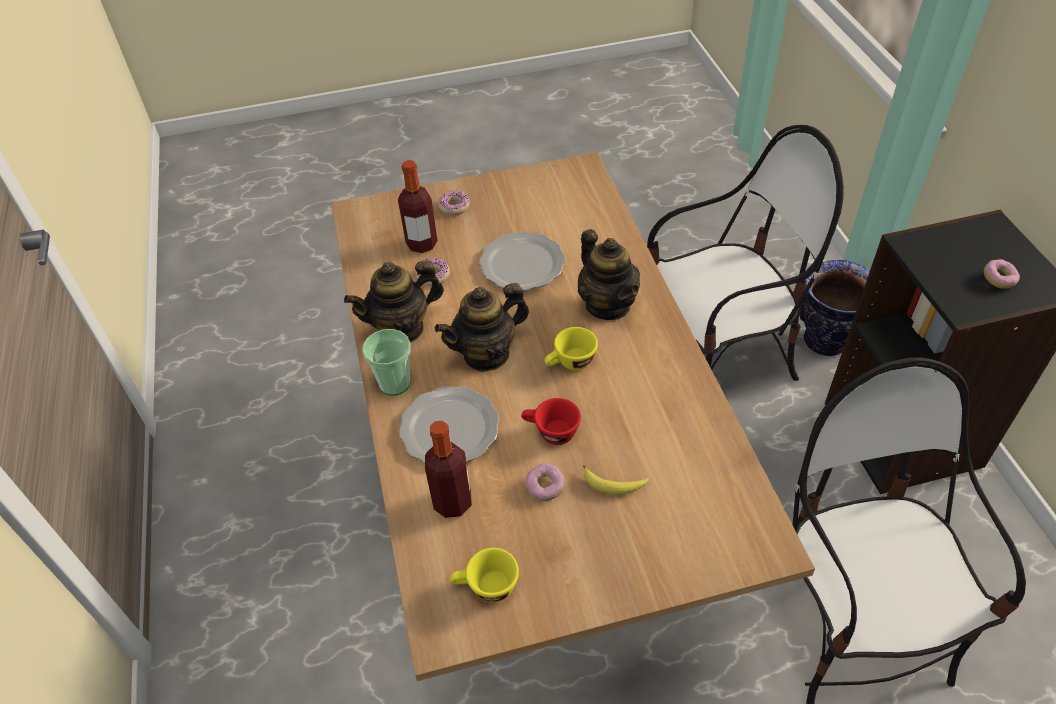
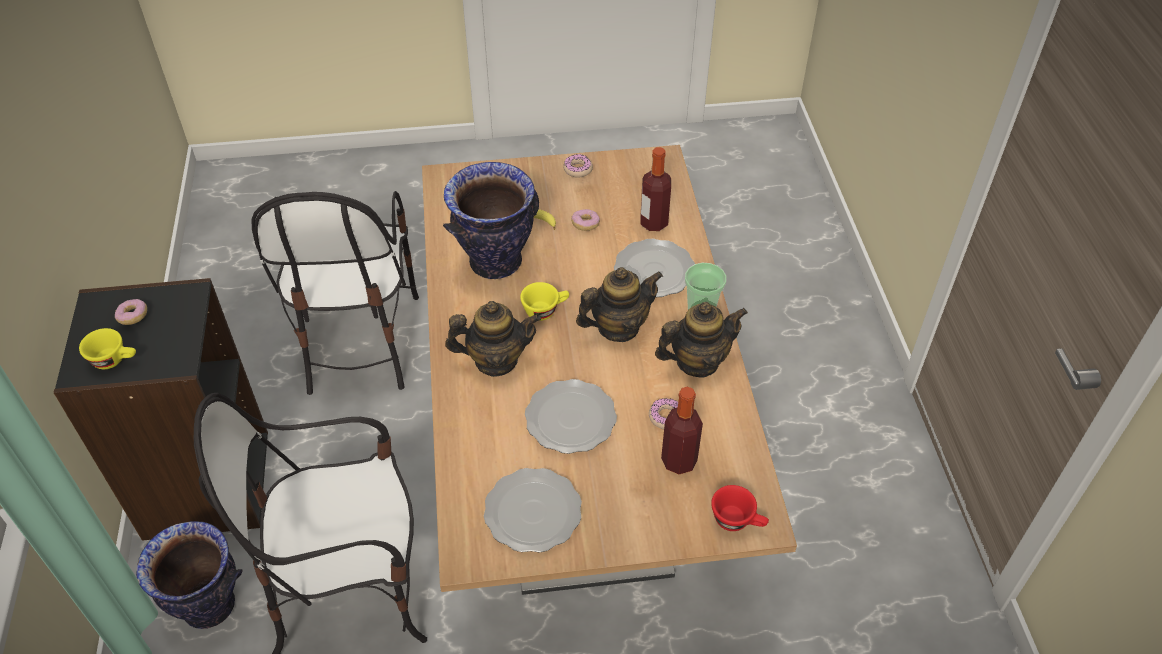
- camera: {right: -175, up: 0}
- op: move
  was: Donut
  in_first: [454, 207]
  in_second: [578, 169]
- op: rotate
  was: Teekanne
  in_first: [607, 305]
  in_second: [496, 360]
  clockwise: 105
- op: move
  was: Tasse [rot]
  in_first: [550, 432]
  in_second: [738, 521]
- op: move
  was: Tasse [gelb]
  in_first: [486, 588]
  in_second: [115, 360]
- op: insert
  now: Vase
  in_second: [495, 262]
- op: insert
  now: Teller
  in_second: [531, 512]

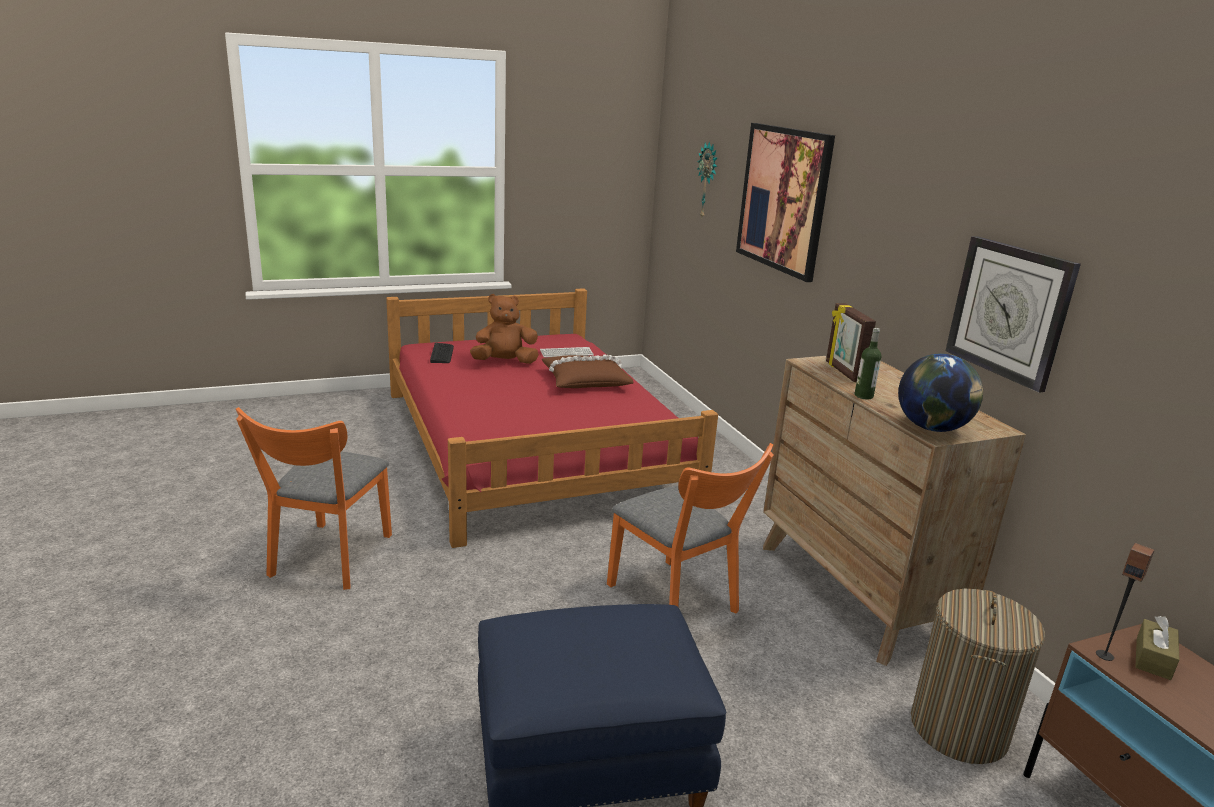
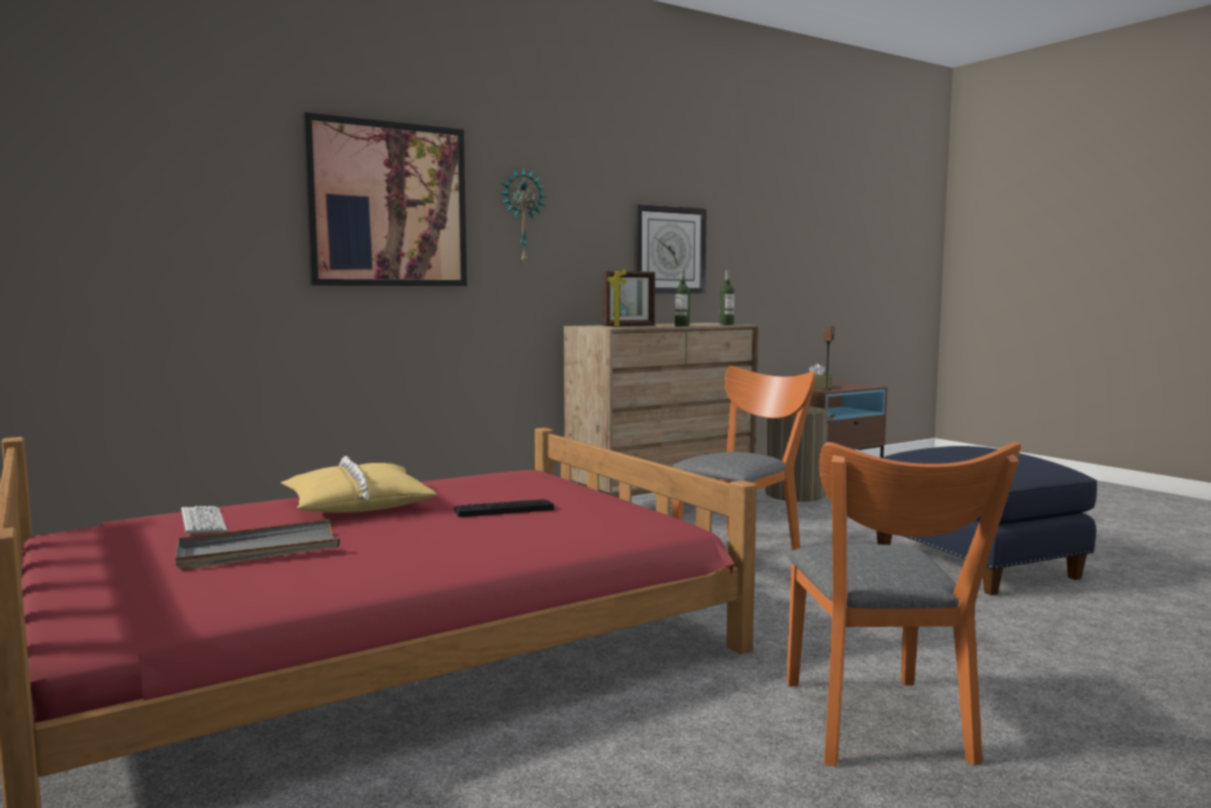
- camera: {right: -100, up: -15}
- op: move
  was: Wanduhr
  in_first: [708, 181]
  in_second: [522, 216]
- op: replace
  was: Plüschtier [braun]
  now: Tablett [grau]
  in_first: [504, 362]
  in_second: [258, 550]
- op: move
  was: Tastatur
  in_first: [442, 354]
  in_second: [503, 509]
- op: recolor
  was: Kissen [braun]
  now: Kissen [gelb]
  in_first: [585, 380]
  in_second: [357, 505]
- op: replace
  was: Globus
  now: Flasche
  in_first: [932, 428]
  in_second: [726, 324]
- op: rotate
  was: Stuhl [orange]
  in_first: [327, 560]
  in_second: [879, 728]
  clockwise: 90

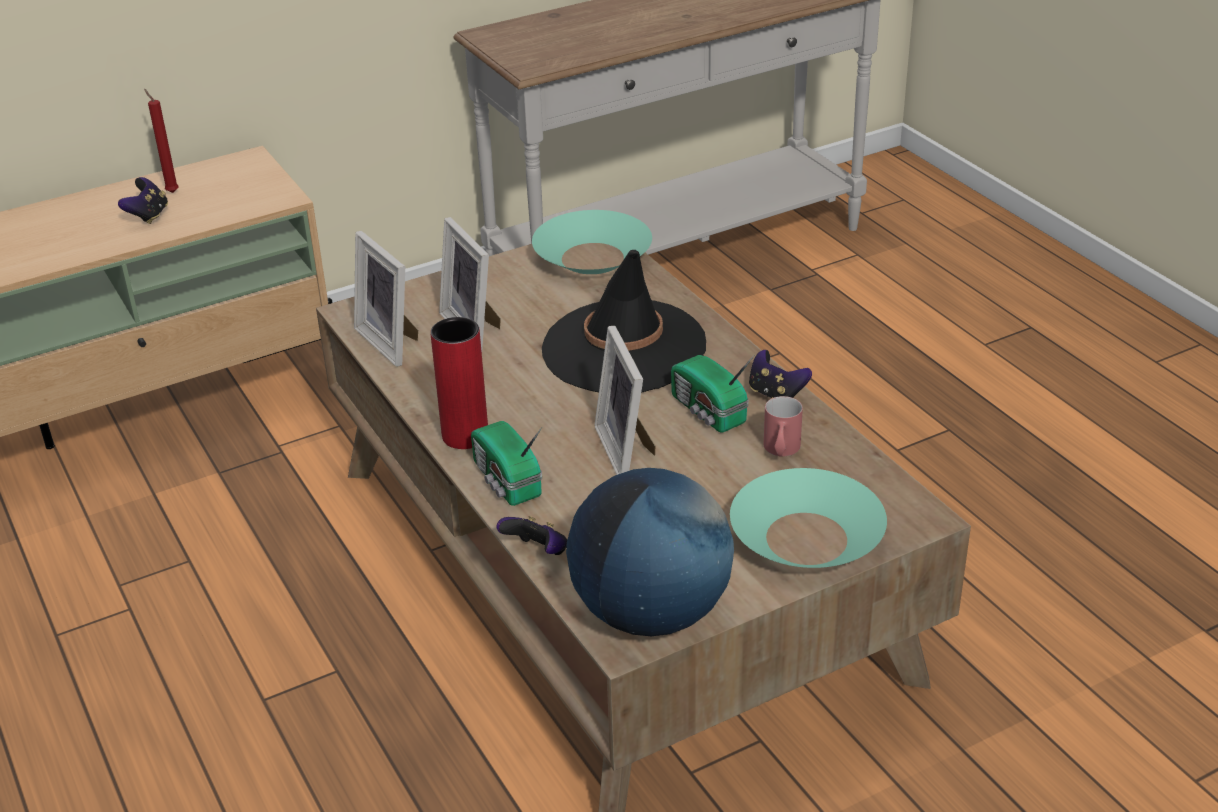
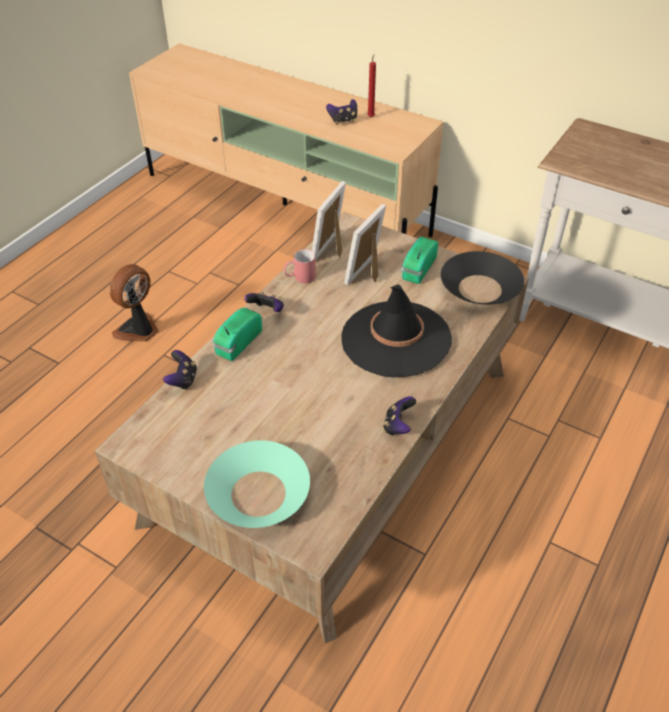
- camera: {right: 60, up: 10}
- op: recolor
  was: Schüssel [türkis]
  now: Schüssel [schwarz]
  in_first: [592, 258]
  in_second: [479, 288]
- op: replace
  was: Vase [rot]
  now: Gamepad
  in_first: [465, 436]
  in_second: [267, 311]
- op: delete
  was: Bilderrahmen
  in_first: [628, 450]
- op: move
  was: Radio
  in_first: [708, 411]
  in_second: [417, 269]
- op: move
  was: Henkelbecher [rot]
  in_first: [781, 451]
  in_second: [299, 278]
- op: delete
  was: Globus
  in_first: [651, 613]
- op: insert
  now: Ventilator
  in_second: [139, 330]

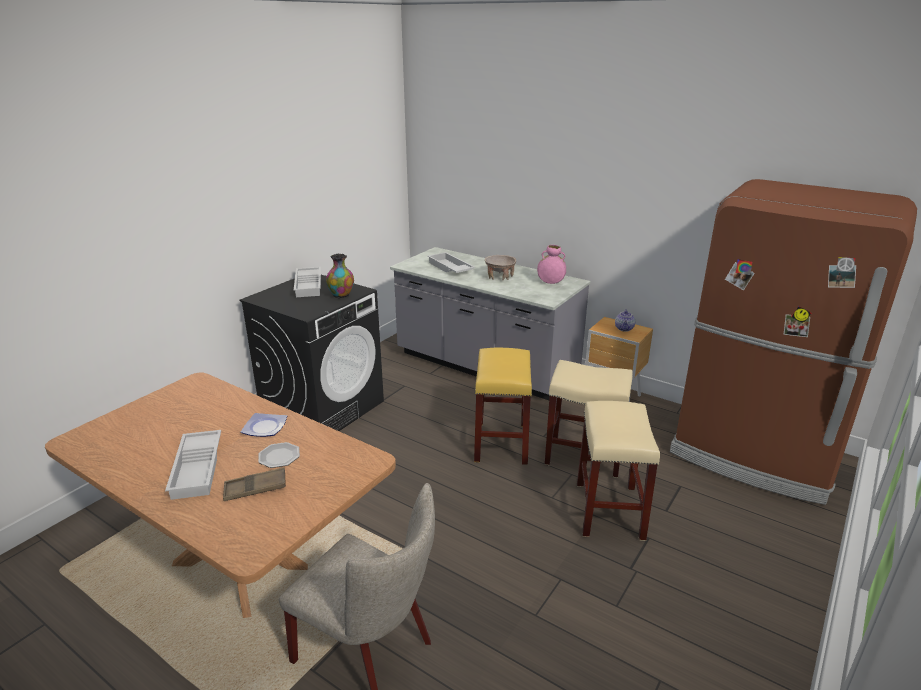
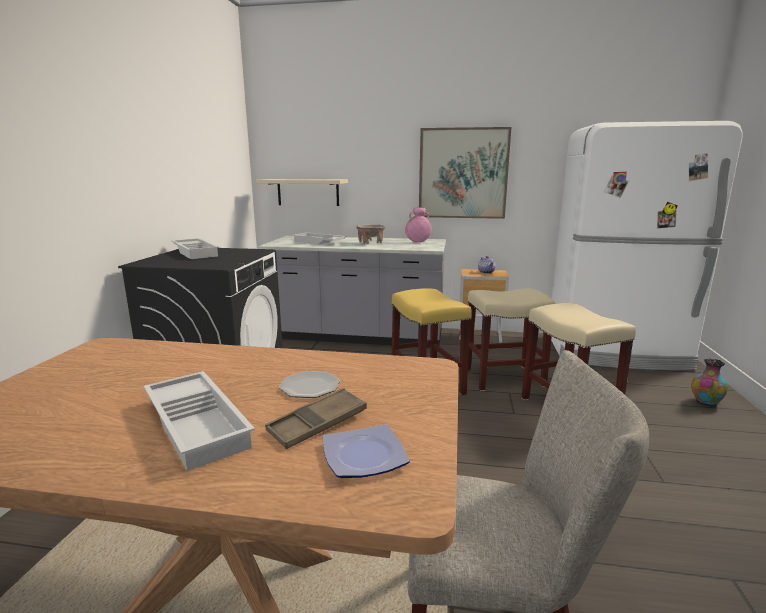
- camera: {right: -25, up: -10}
- op: recolor
  was: Kühlschrank [braun]
  now: Kühlschrank [weiß]
  in_first: [754, 455]
  in_second: [616, 352]
- op: move
  was: Vase
  in_first: [341, 295]
  in_second: [705, 403]
- op: move
  was: Teller
  in_first: [264, 428]
  in_second: [363, 457]
- op: insert
  now: Bild
  in_second: [463, 173]
- op: insert
  now: Wandregal [beige]
  in_second: [308, 192]

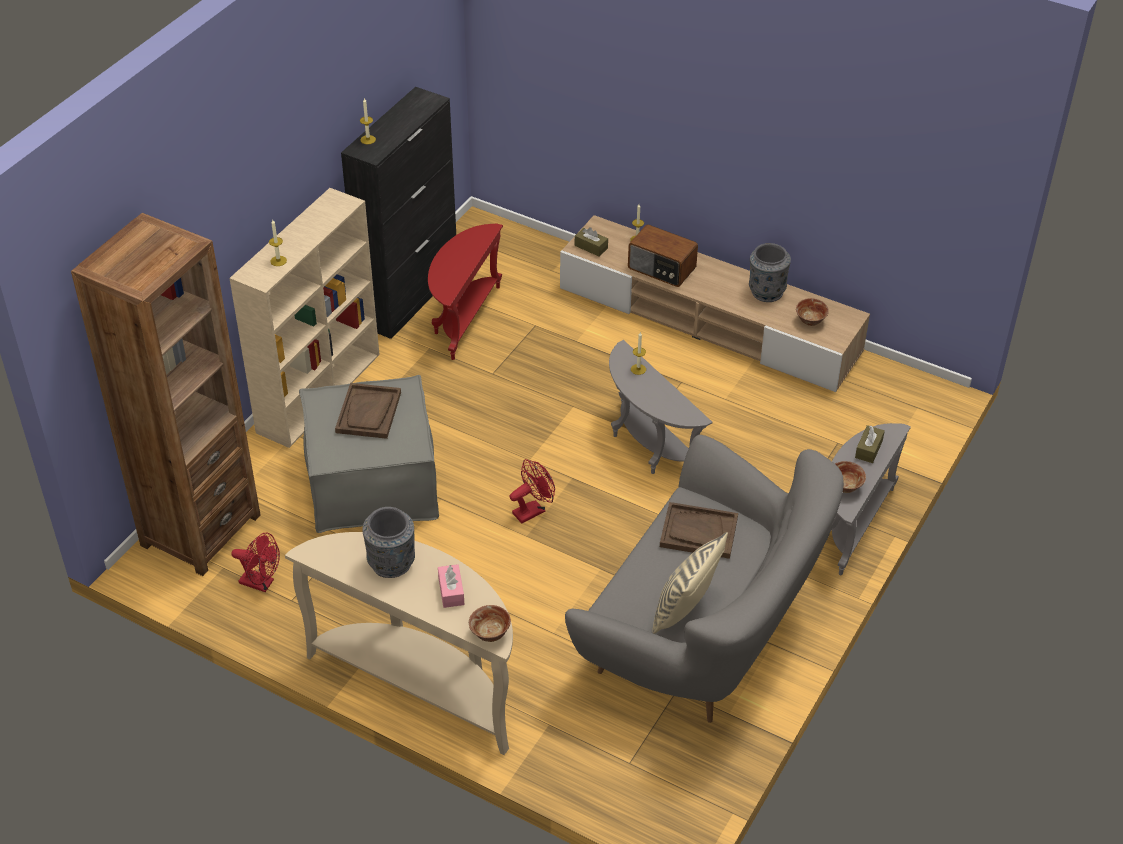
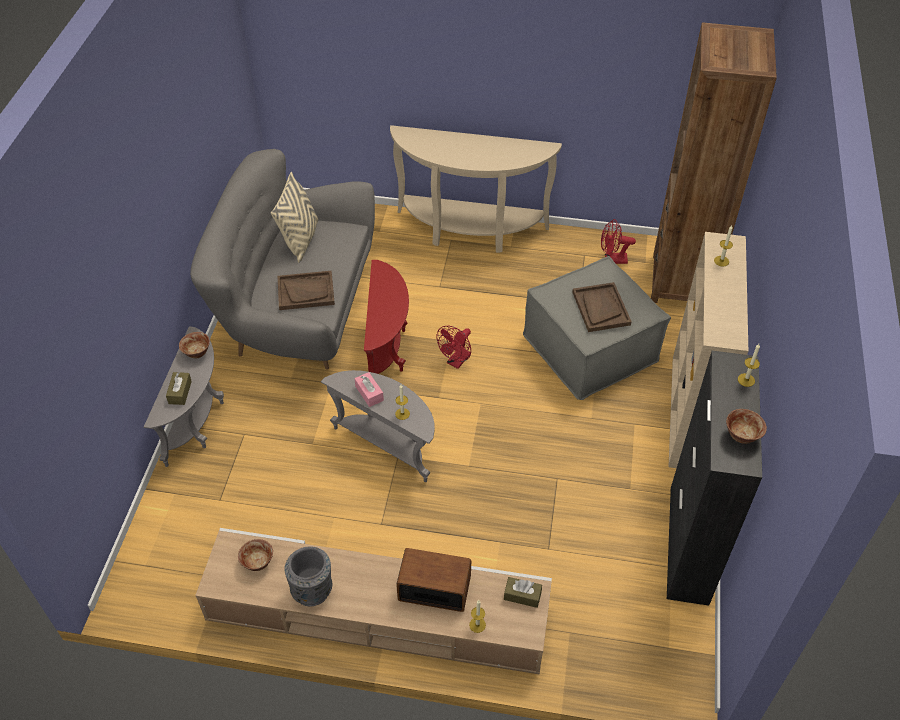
- camera: {right: 160, up: 5}
- op: move
  was: Beistelltisch [rot]
  in_first: [463, 319]
  in_second: [387, 350]
- op: delete
  was: Vase [grau]
  in_first: [392, 564]
- op: move
  was: Taschentuchbox [rosa]
  in_first: [451, 591]
  in_second: [369, 393]
- op: move
  was: Schüssel
  in_first: [490, 634]
  in_second: [741, 435]

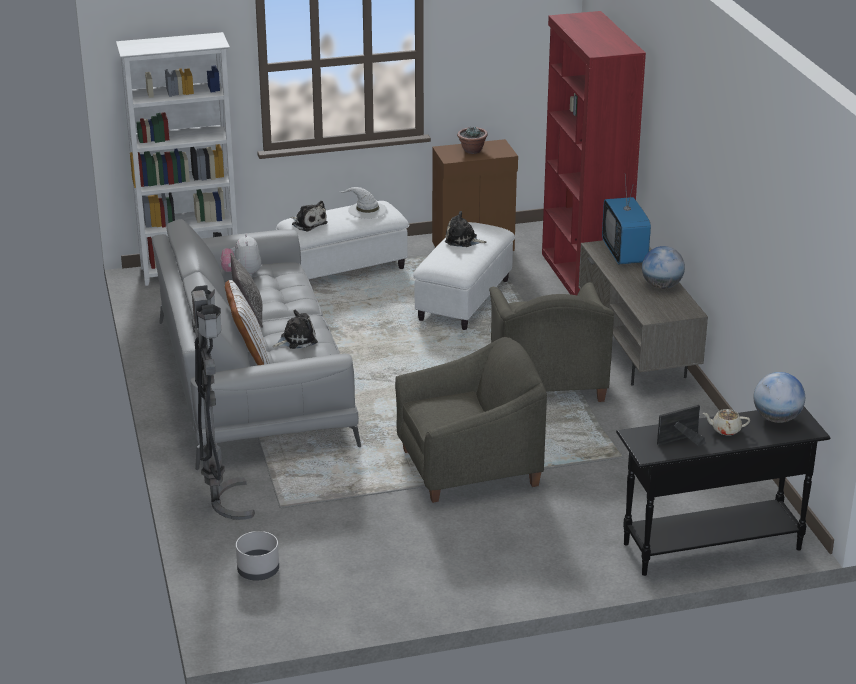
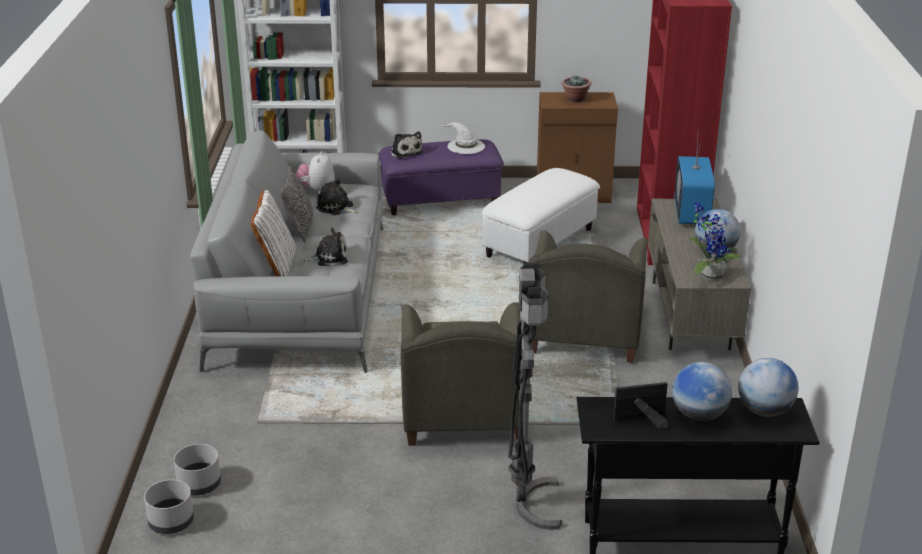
- camera: {right: 15, up: 0}
- op: recolor
  was: Polsterhocker [weiß]
  now: Polsterhocker [lila]
  in_first: [344, 269]
  in_second: [441, 200]
- op: move
  was: Plüschtier
  in_first: [463, 240]
  in_second: [336, 208]
- op: move
  was: Stehlampe [grau]
  in_first: [220, 503]
  in_second: [526, 504]
- op: rotate
  was: Sessel [grau]
  in_first: [469, 467]
  in_second: [462, 410]
  clockwise: 90
- op: replace
  was: Teekanne [beige]
  now: Globus
  in_first: [725, 430]
  in_second: [699, 415]
- op: insert
  now: Topfpflanze
  in_second: [708, 275]
- op: insert
  now: Pflanzkübel [grau]
  in_second: [170, 522]

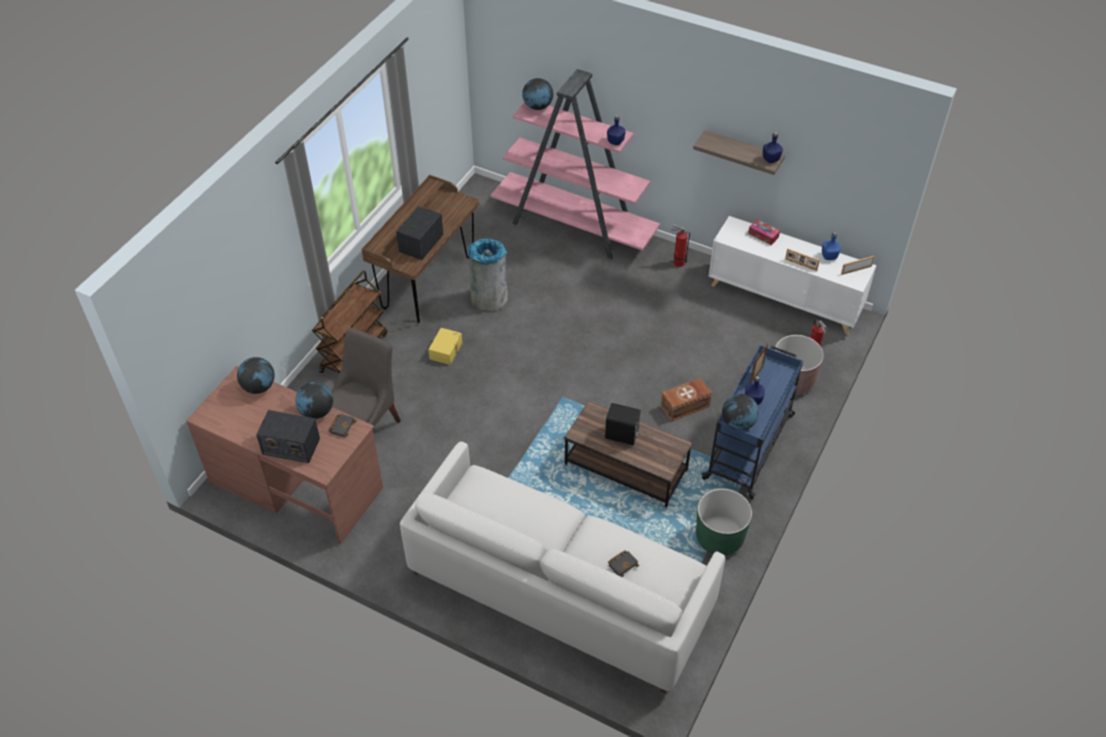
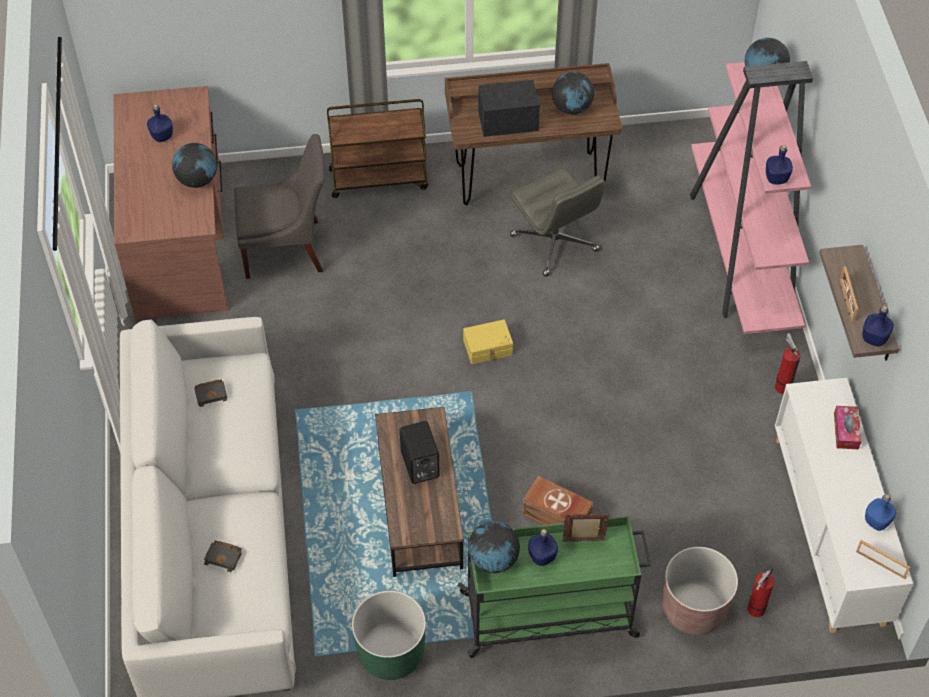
- camera: {right: 55, up: 5}
- op: replace
  was: Mülleimer [grau]
  now: Bürostuhl [grau]
  in_first: [489, 299]
  in_second: [555, 243]
- op: move
  was: Bilderrahmen
  in_first: [800, 265]
  in_second: [845, 300]
- op: move
  was: Aufbewahrungsbox [gelb]
  in_first: [446, 351]
  in_second: [488, 348]
- op: recolor
  was: Rollwagen [blau]
  now: Rollwagen [grün]
  in_first: [749, 446]
  in_second: [551, 614]
- op: move
  was: Globus
  in_first: [259, 387]
  in_second: [572, 108]
- op: delete
  was: Radio
  in_first: [290, 446]
- op: move
  was: Buch [schwarz]
  in_first: [342, 426]
  in_second: [211, 393]
- op: insert
  now: Flasche [blau]
  in_second: [162, 136]

